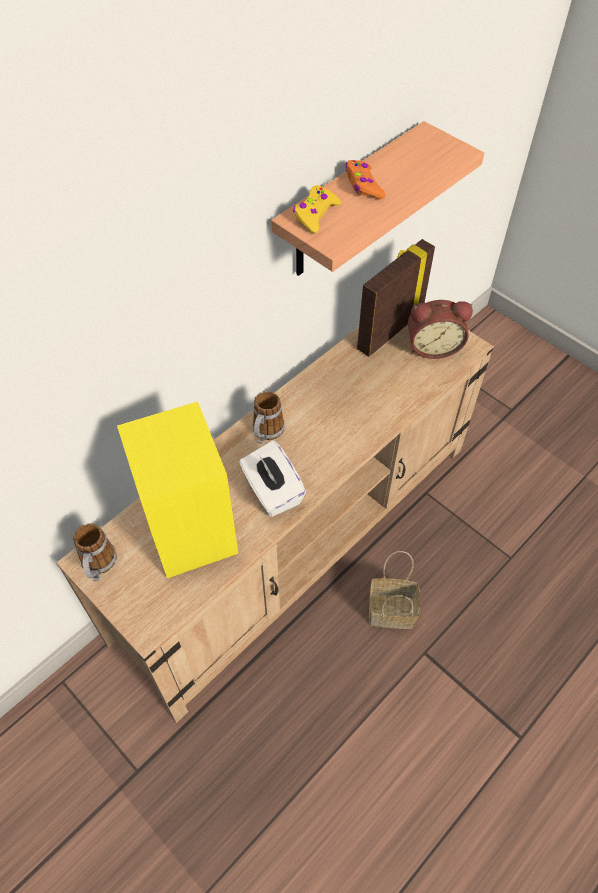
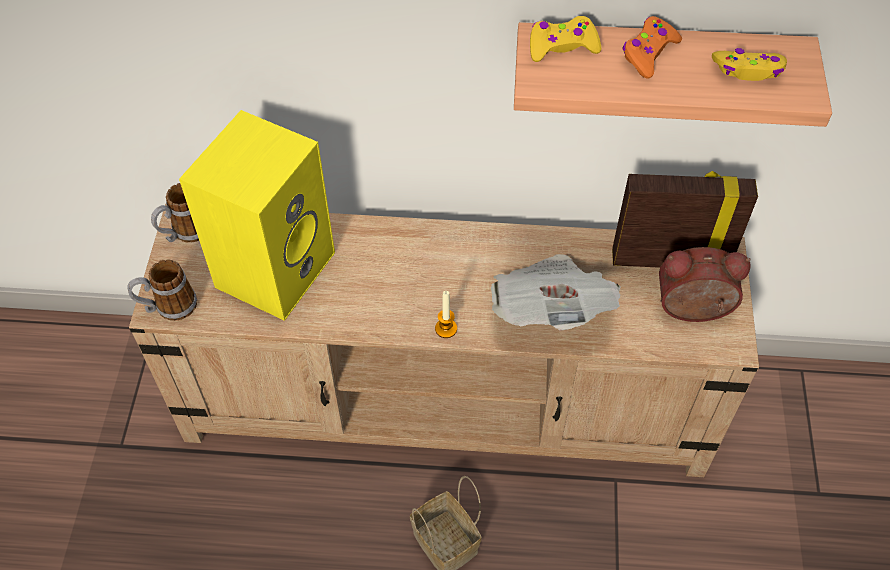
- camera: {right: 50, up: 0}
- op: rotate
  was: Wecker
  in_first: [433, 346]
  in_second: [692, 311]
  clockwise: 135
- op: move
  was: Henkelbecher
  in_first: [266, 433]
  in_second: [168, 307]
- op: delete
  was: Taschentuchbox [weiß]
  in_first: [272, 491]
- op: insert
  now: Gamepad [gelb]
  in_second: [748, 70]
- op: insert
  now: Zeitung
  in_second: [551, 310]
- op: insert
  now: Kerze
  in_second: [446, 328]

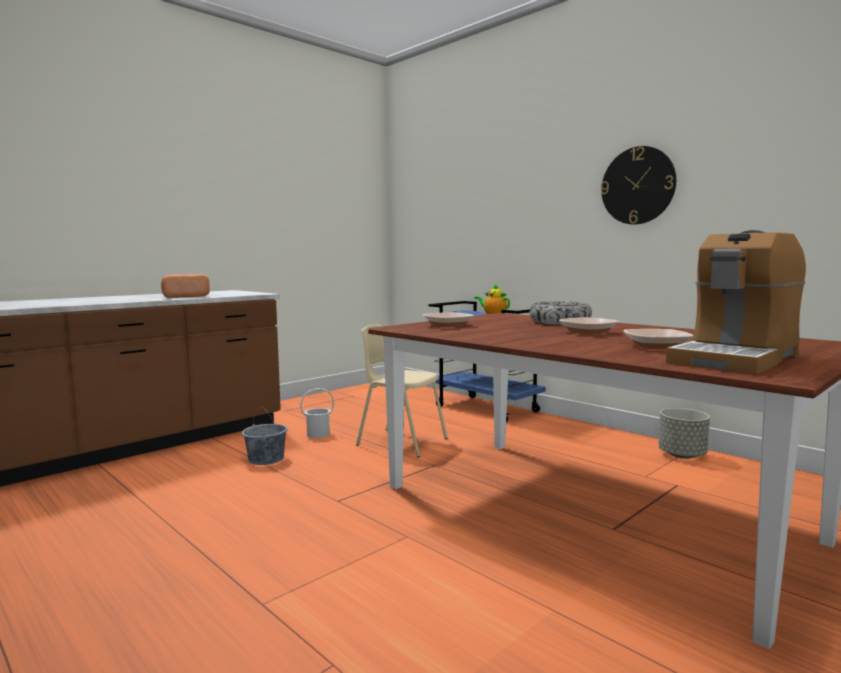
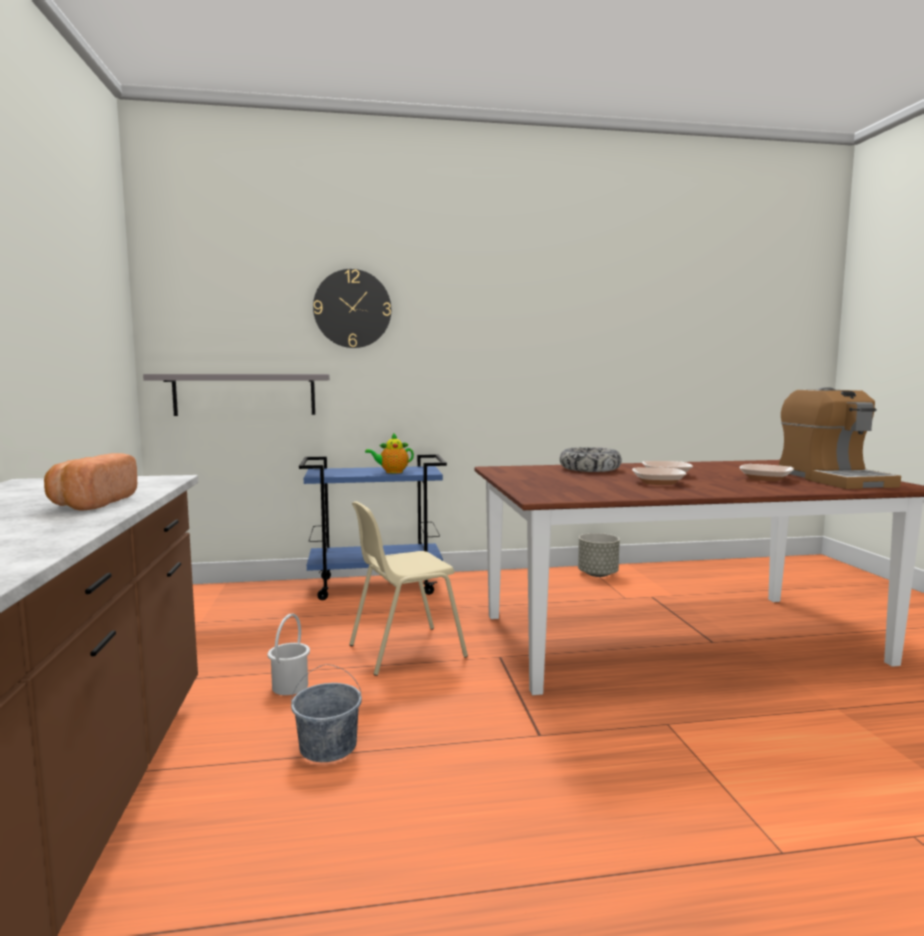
- camera: {right: -55, up: 0}
- op: move
  was: Wanduhr
  in_first: [638, 185]
  in_second: [352, 309]
- op: move
  was: Schüssel
  in_first: [448, 325]
  in_second: [658, 482]
- op: insert
  now: Wandregal [grau]
  in_second: [245, 394]

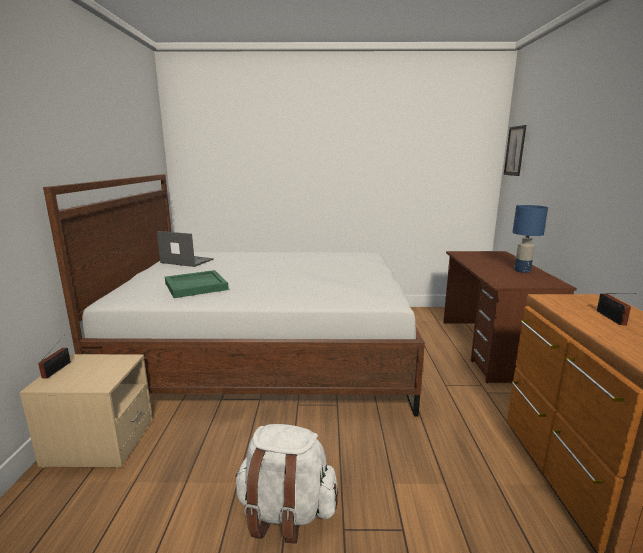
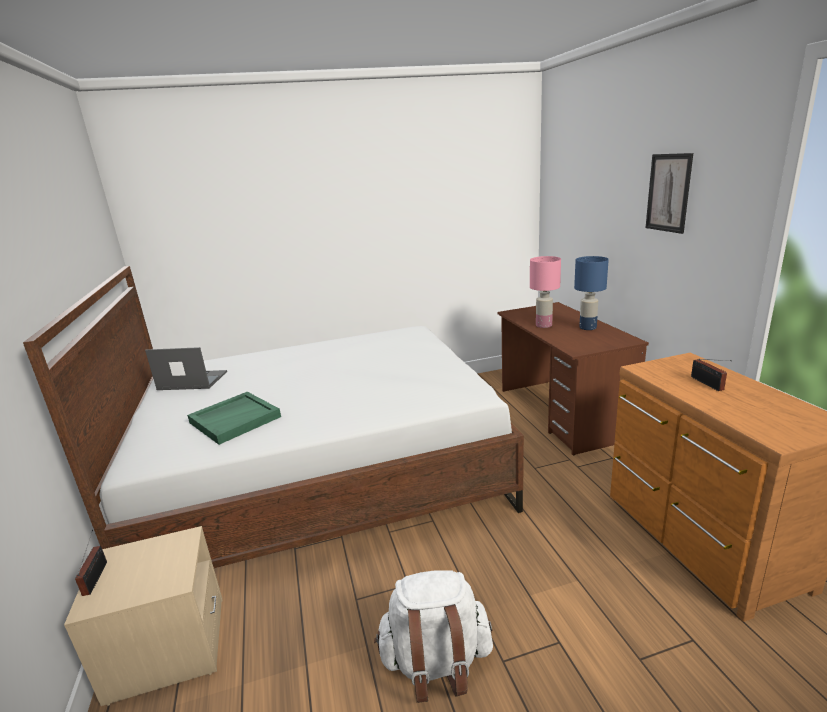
- camera: {right: -15, up: 5}
- op: move
  was: Bild
  in_first: [515, 151]
  in_second: [668, 193]
- op: insert
  now: Tischlampe [rosa]
  in_second: [543, 325]

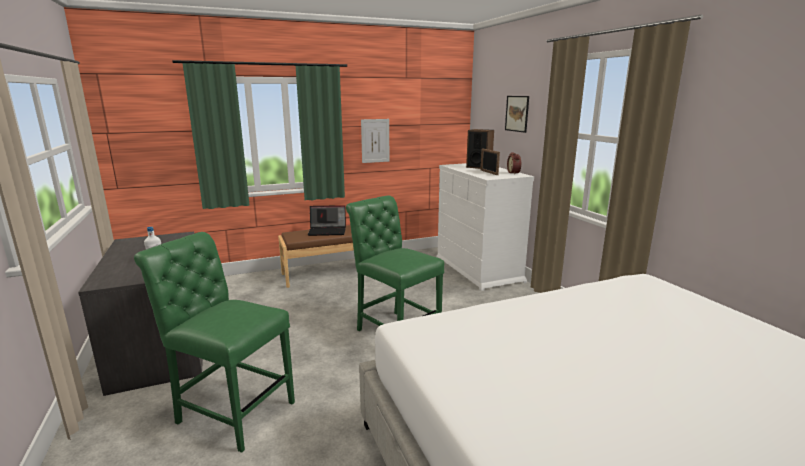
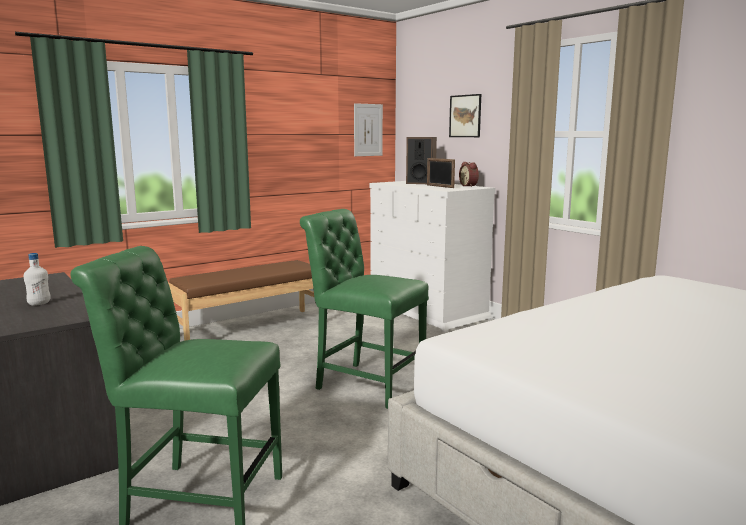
- camera: {right: -15, up: -5}
- op: move
  was: Bild
  in_first: [375, 140]
  in_second: [368, 130]
- op: delete
  was: Laptop
  in_first: [328, 231]

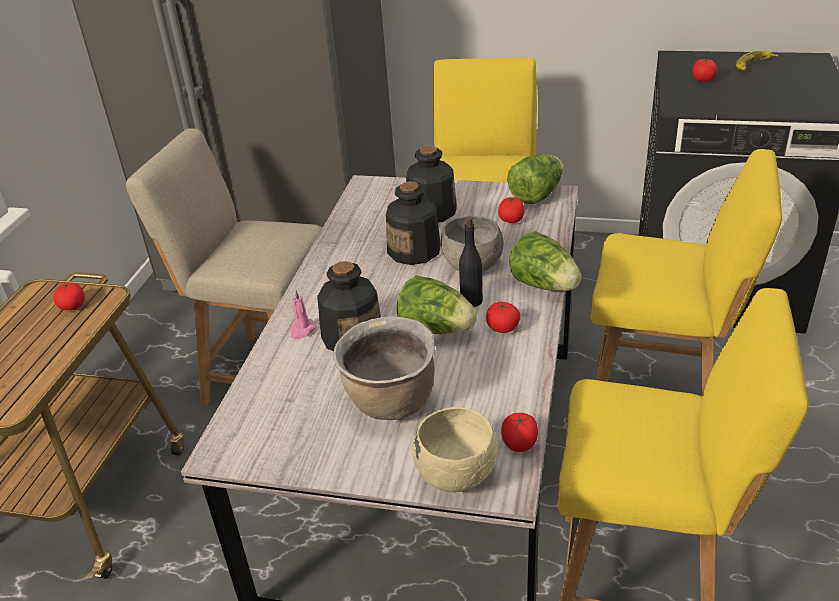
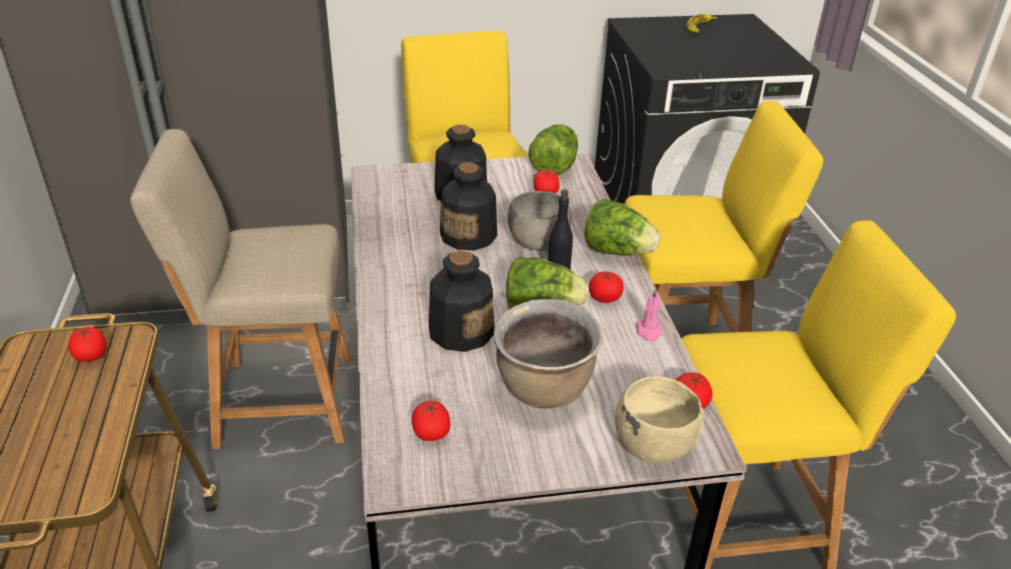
- camera: {right: -25, up: 0}
- op: move
  was: Tomate
  in_first: [702, 80]
  in_second: [431, 433]
- op: move
  was: Kerze [rosa]
  in_first: [302, 330]
  in_second: [648, 331]

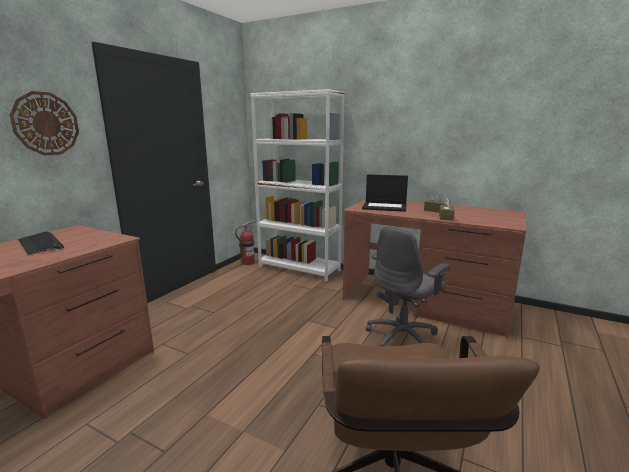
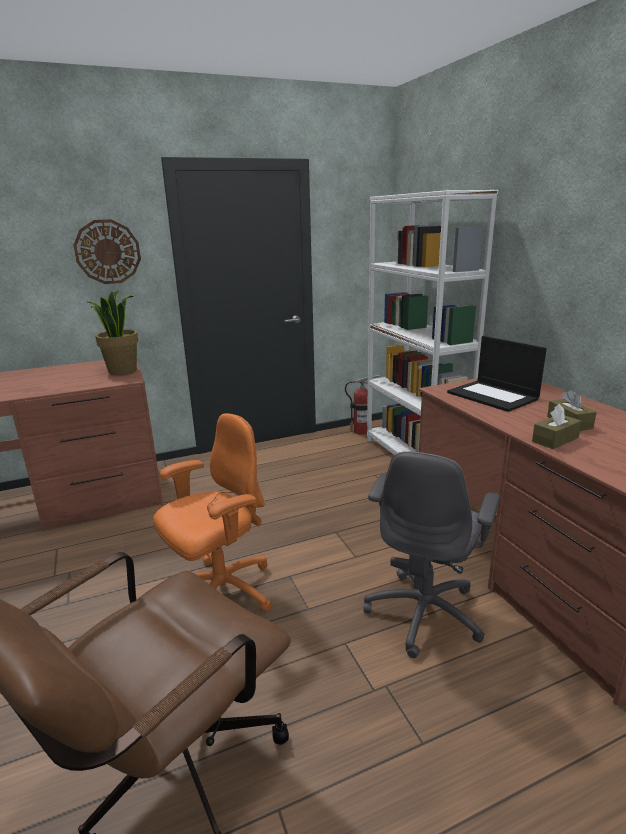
- camera: {right: 40, up: 5}
- op: rotate
  was: Bürostuhl [grau]
  in_first: [403, 338]
  in_second: [425, 612]
  clockwise: -60
- op: delete
  was: Tastatur
  in_first: [41, 244]
- op: insert
  now: Topfpflanze
  in_second: [122, 370]
- op: insert
  now: Bürostuhl [orange]
  in_second: [220, 592]

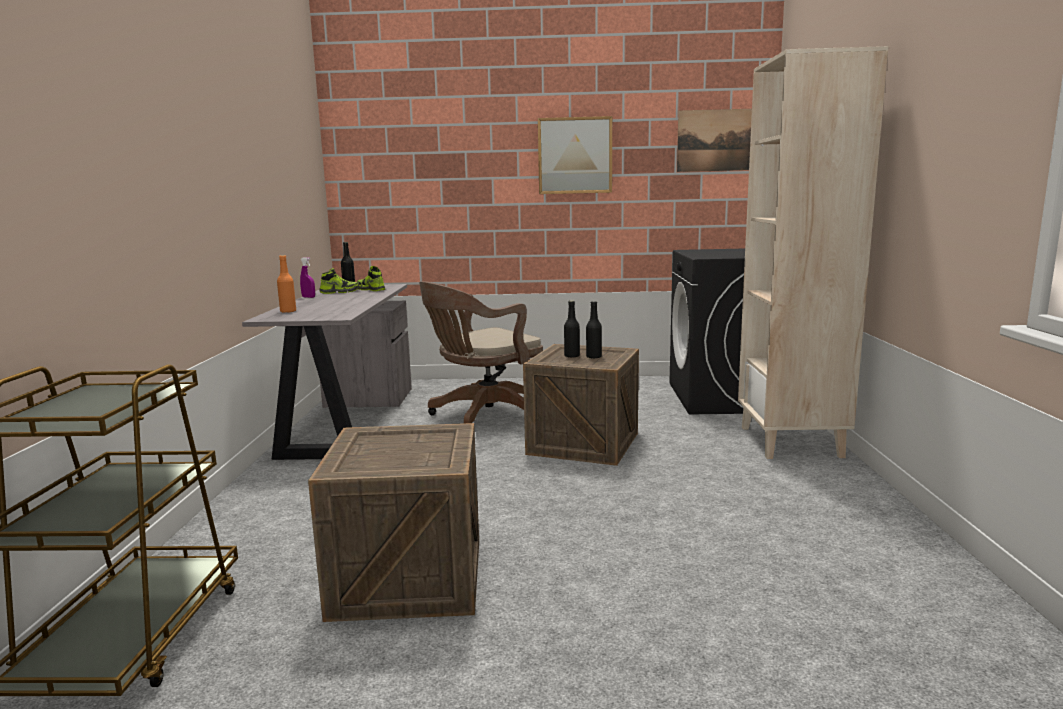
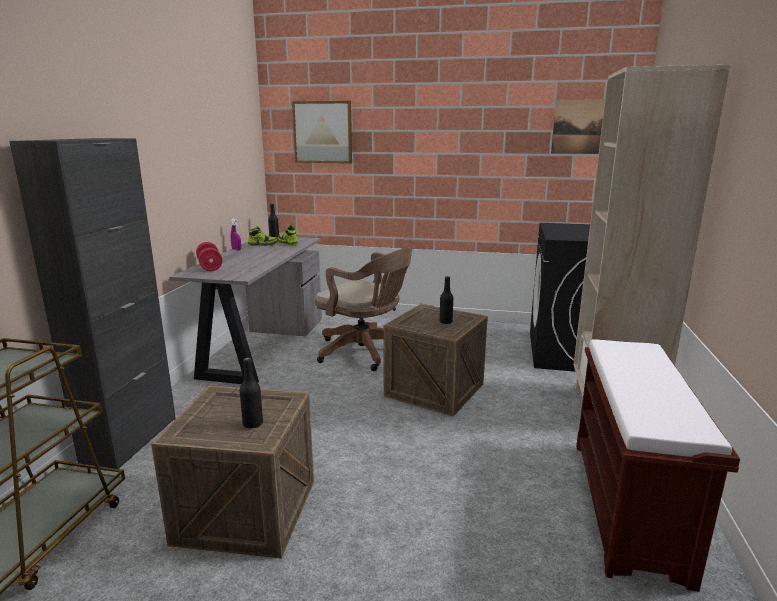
- camera: {right: 10, up: 5}
- op: move
  was: Bild
  in_first: [575, 155]
  in_second: [323, 132]
- op: replace
  was: Flasche [orange]
  now: Hantel [rot]
  in_first: [288, 311]
  in_second: [210, 266]
- op: rotate
  was: Bürostuhl [braun]
  in_first: [483, 416]
  in_second: [366, 352]
  clockwise: -120
- op: move
  was: Flasche [schwarz]
  in_first: [572, 356]
  in_second: [253, 424]
- op: insert
  now: Schrank [schwarz]
  in_second: [130, 440]
- op: insert
  now: Bank [braun]
  in_second: [628, 506]

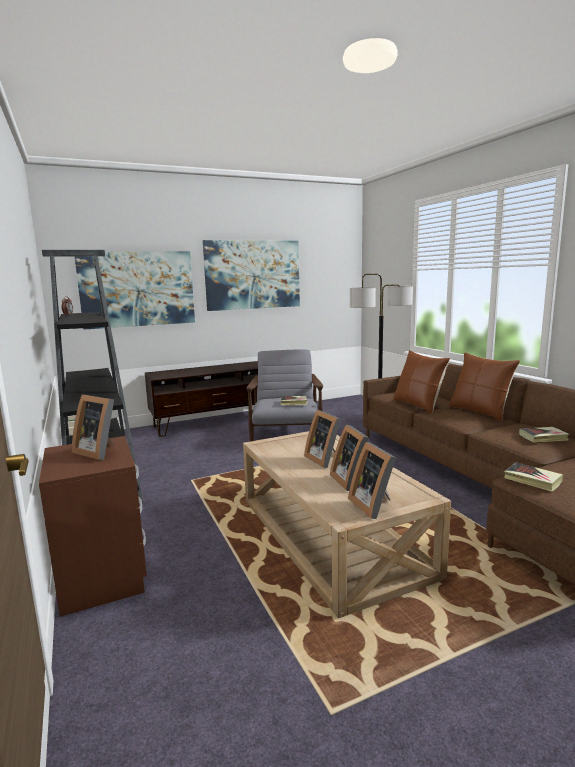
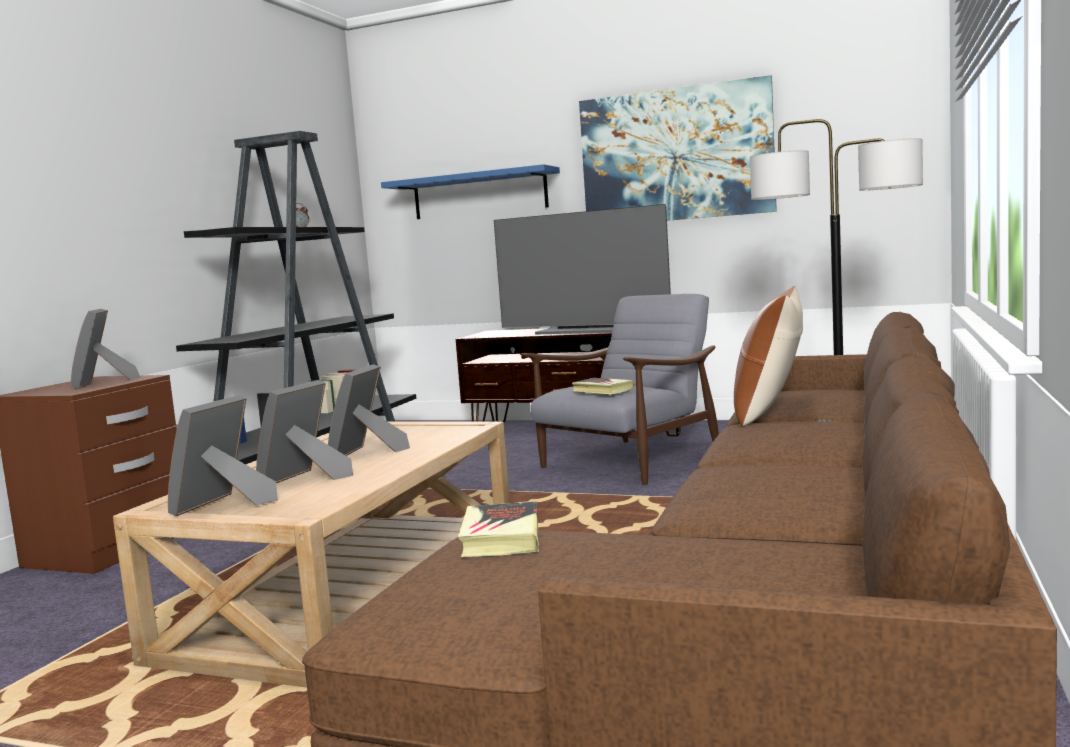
- camera: {right: 45, up: -5}
- op: replace
  was: Bild
  now: Wandregal [blau]
  in_first: [137, 289]
  in_second: [479, 194]
- op: delete
  was: Kissen [braun]
  in_first: [479, 411]
- op: delete
  was: Buch
  in_first: [543, 437]
- op: insert
  now: Fernseher
  in_second: [585, 330]

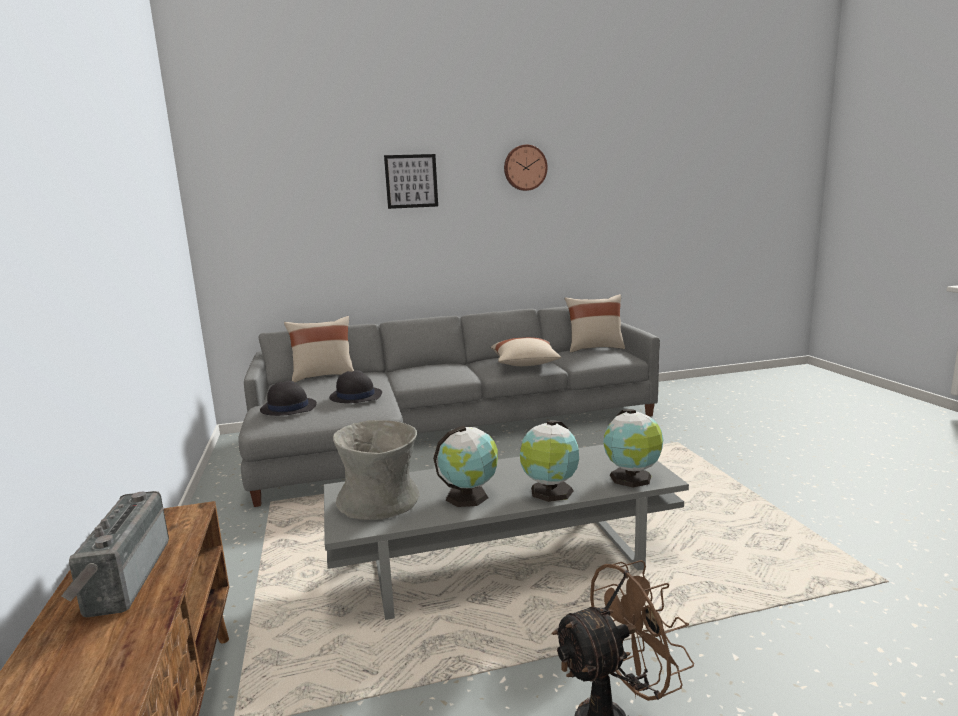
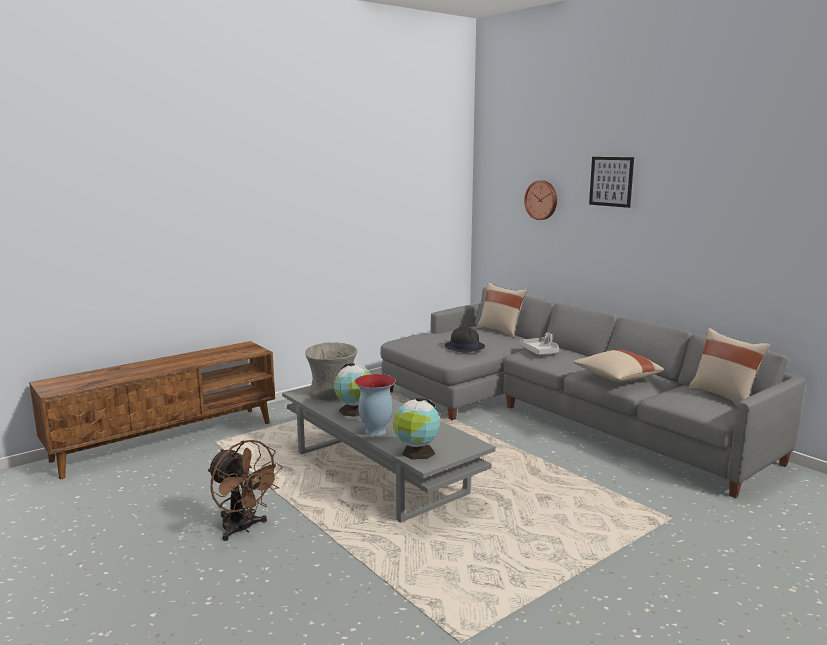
- camera: {right: 65, up: 0}
- op: move
  was: Wanduhr
  in_first: [525, 168]
  in_second: [542, 200]
- op: delete
  was: Hut [schwarz]
  in_first: [288, 407]
- op: replace
  was: Globus
  now: Vase
  in_first: [550, 492]
  in_second: [375, 431]
- op: delete
  was: Radio
  in_first: [122, 577]
- op: insert
  now: Tablett [grau]
  in_second: [540, 351]

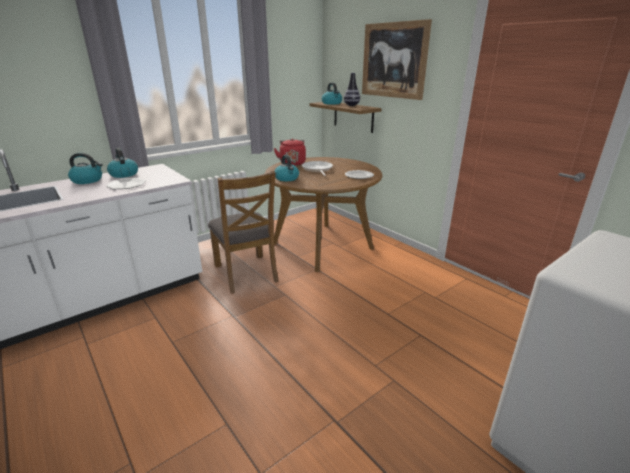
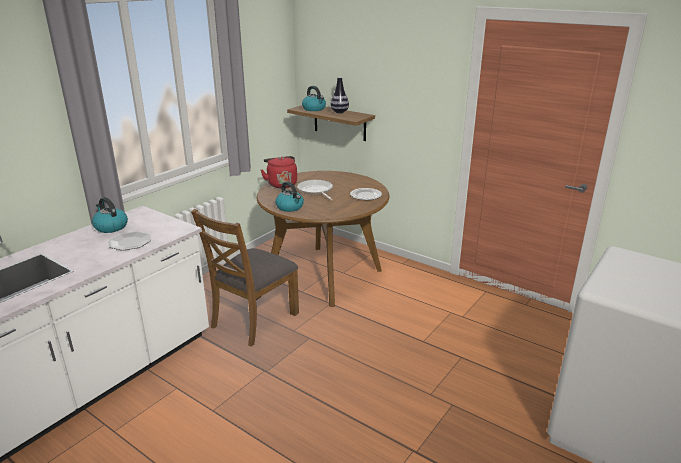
- camera: {right: -15, up: 0}
- op: delete
  was: Bild
  in_first: [393, 60]
- op: delete
  was: Wasserkessel
  in_first: [88, 180]
- op: rotate
  was: Stuhl [braun]
  in_first: [246, 273]
  in_second: [254, 320]
  clockwise: 75

